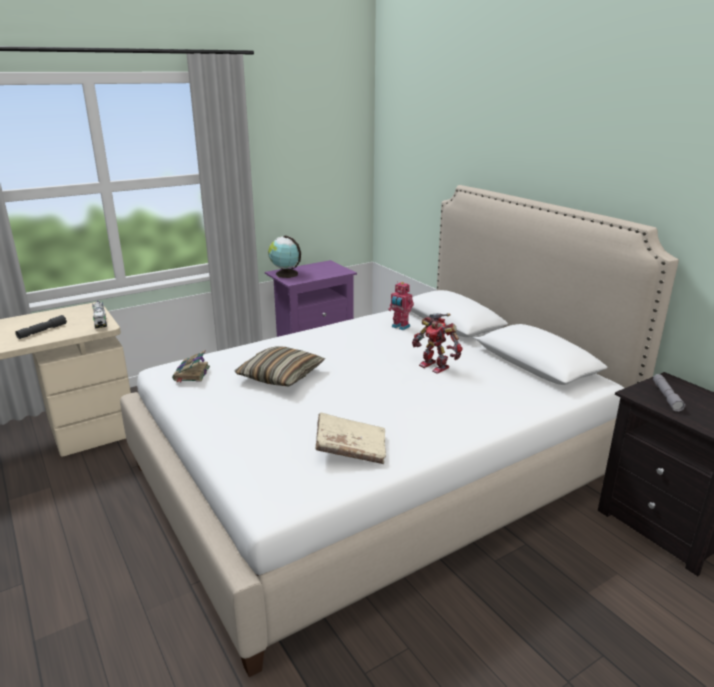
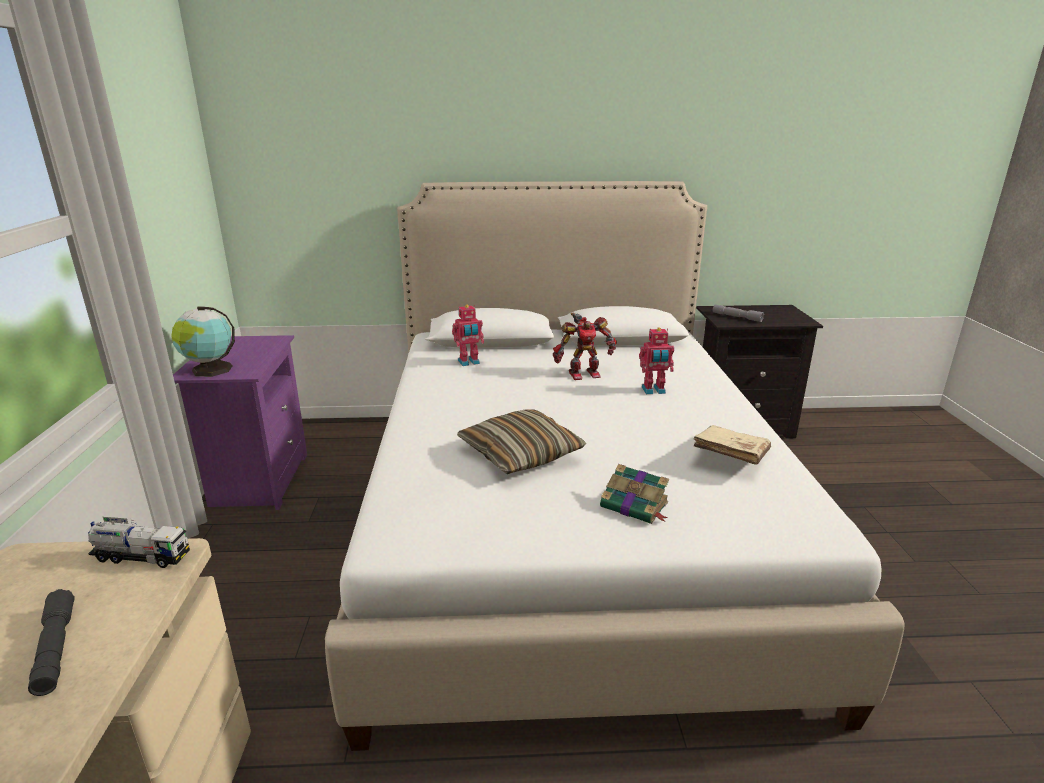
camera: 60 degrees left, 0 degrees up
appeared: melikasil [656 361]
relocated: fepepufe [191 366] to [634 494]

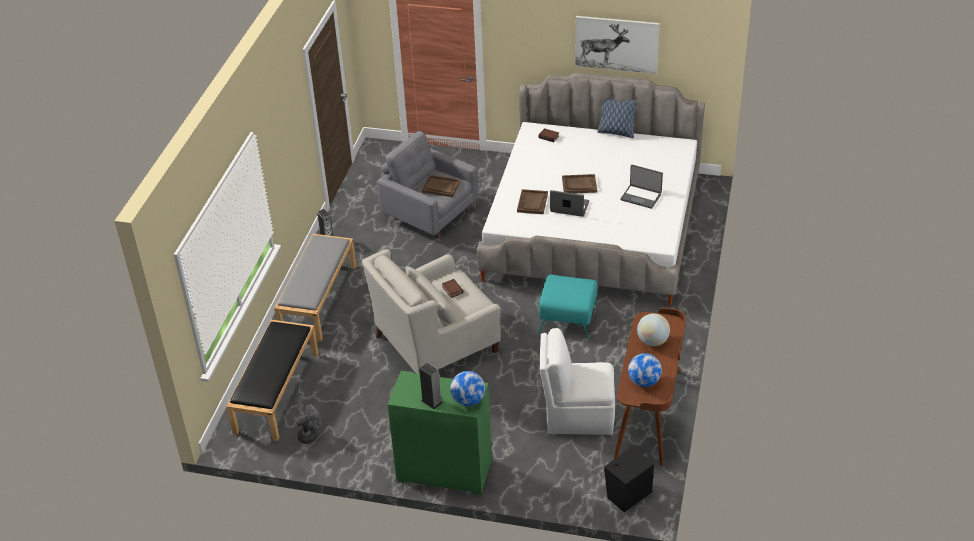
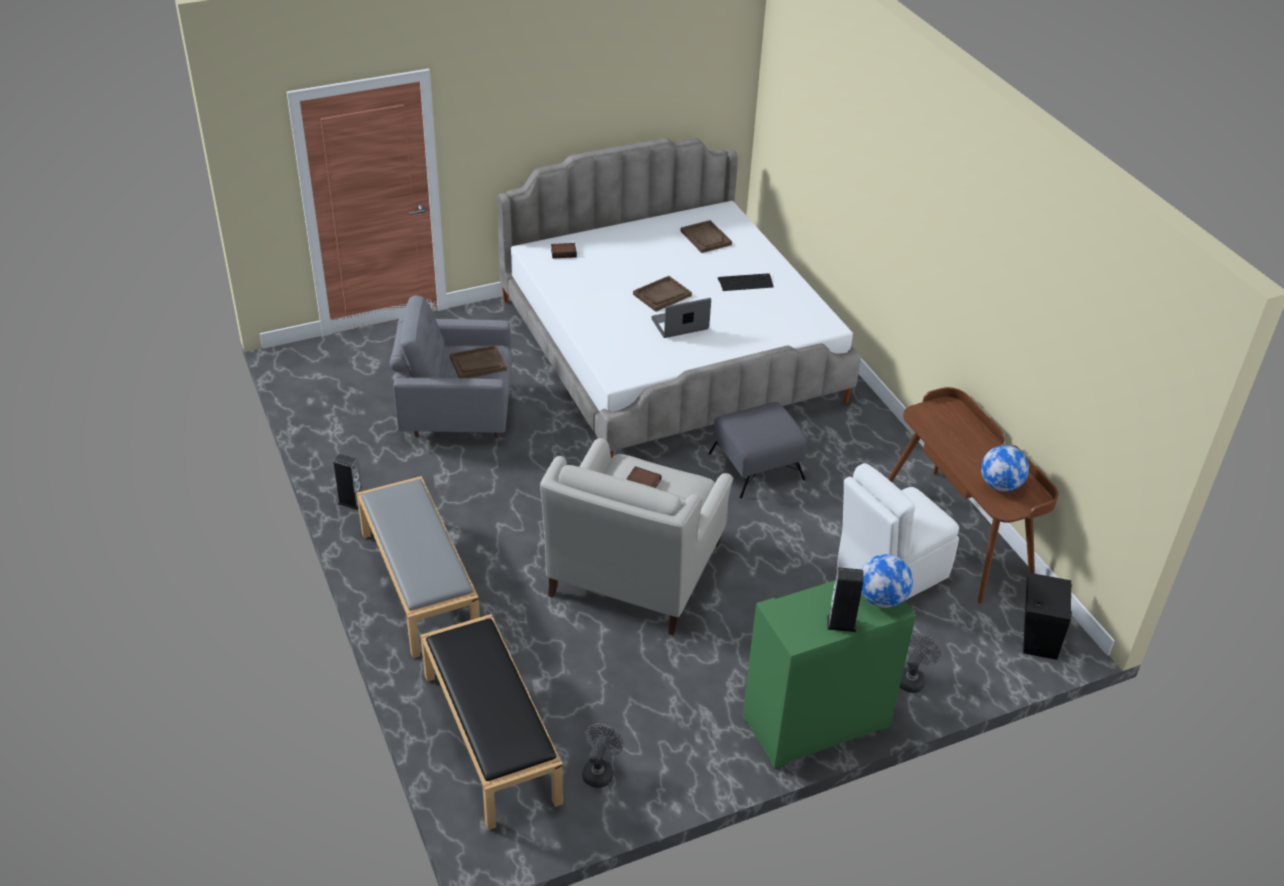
camera: 40 degrees left, 0 degrees up
missing: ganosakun [617 45]; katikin [617 118]; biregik [653 329]
appeared: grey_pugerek [920 663]
relocated: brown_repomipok [532 201] to [706 236]
exchanged: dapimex [641 187] to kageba [746 282]
colour: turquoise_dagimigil [568 307] to grey_dagimigil [757 450]

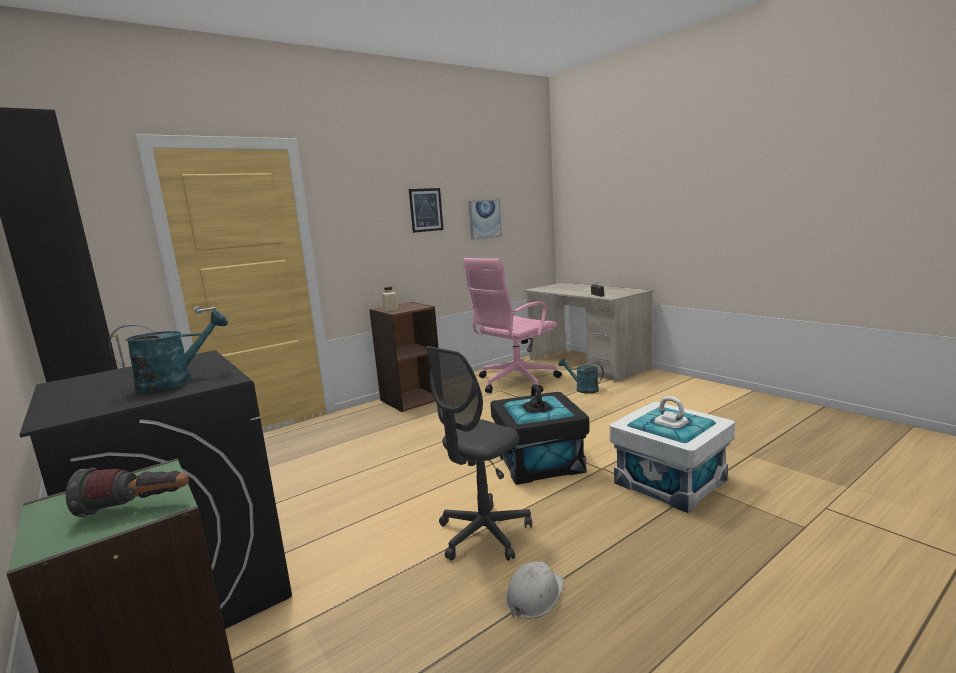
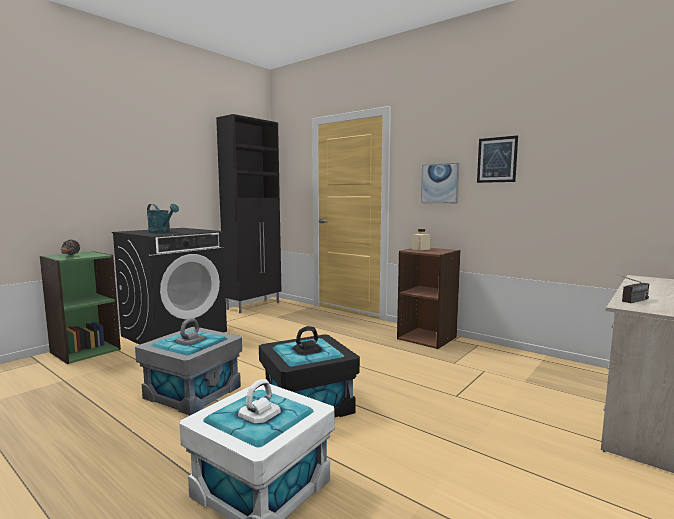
camera: 75 degrees right, 5 degrees down
missing: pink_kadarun [512 325]; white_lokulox [534 590]; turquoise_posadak [581 376]
relocated: ganosakun [485 219] to [440 183]
exchanged: grey_kadarun [478 453] to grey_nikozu [188 366]

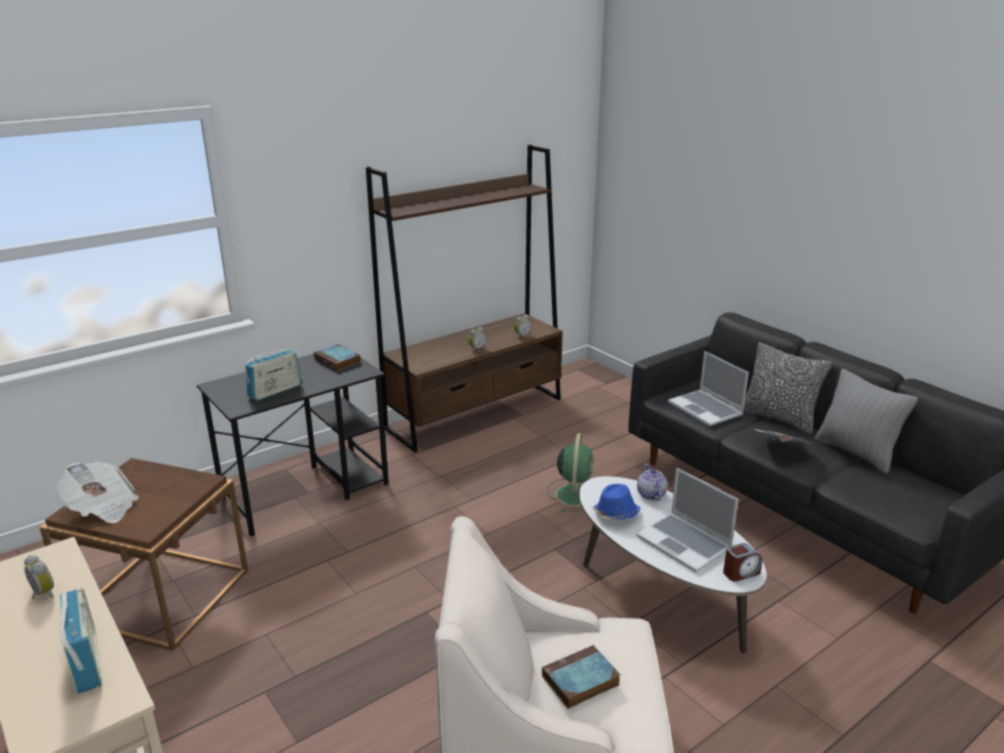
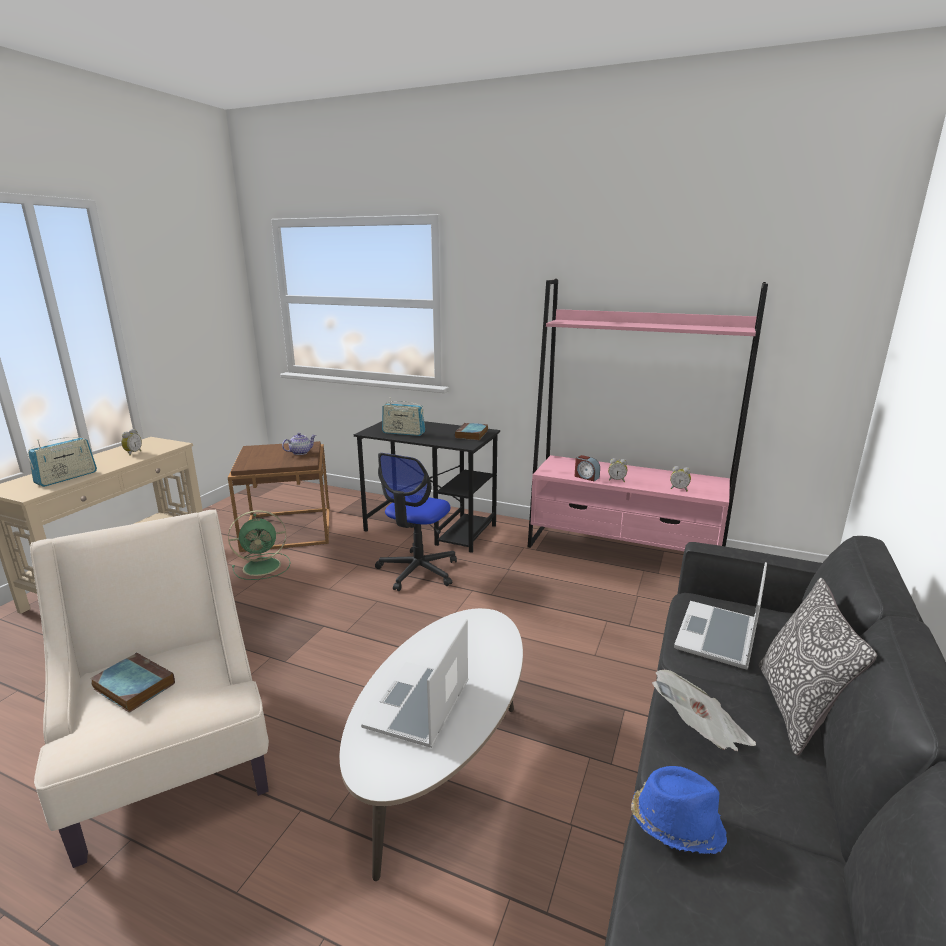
camera: 60 degrees right, 5 degrees down
missing: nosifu [97 492]; grey_katikin [866 421]
appeared: kadarun [416 522]
relocated: green_pugerek [570 472] to [259 545]; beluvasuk [652 482] to [299 444]; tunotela [742 562] to [587 468]; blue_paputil [616 502] to [679 810]
colour: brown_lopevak [464 298] to pink_lopevak [648 415]

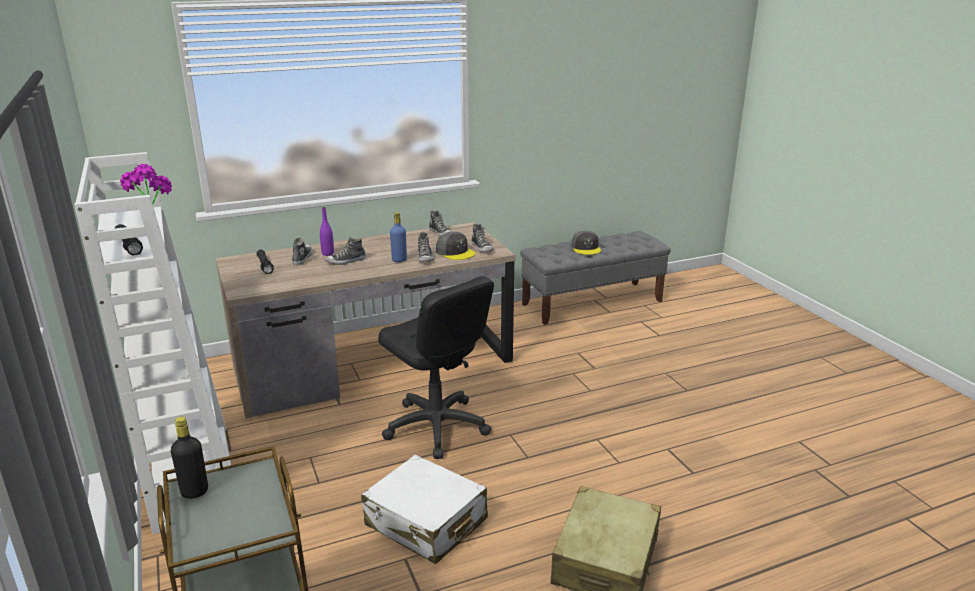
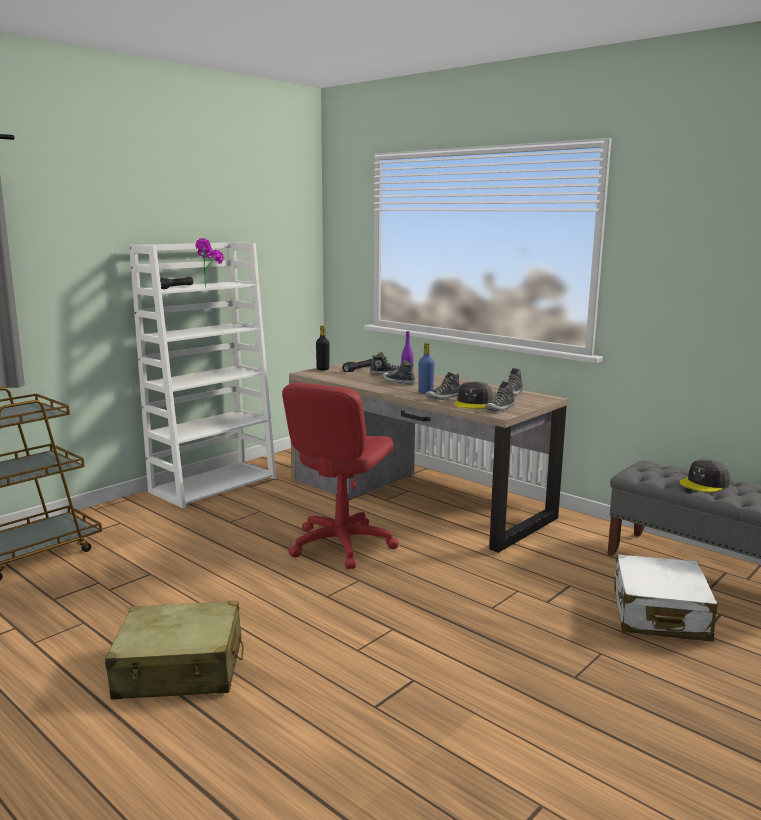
camera: 65 degrees right, 10 degrees down
relocated: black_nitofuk [189 458] to [322 348]; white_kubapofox [424 509] to [665 597]
colour: black_kadarun [436 367] to red_kadarun [340 475]

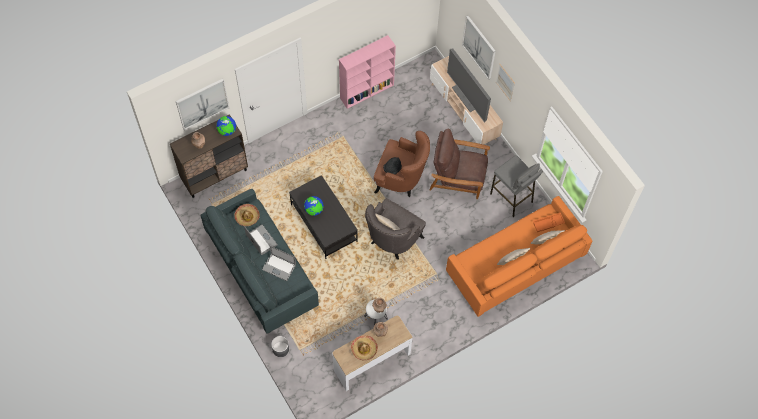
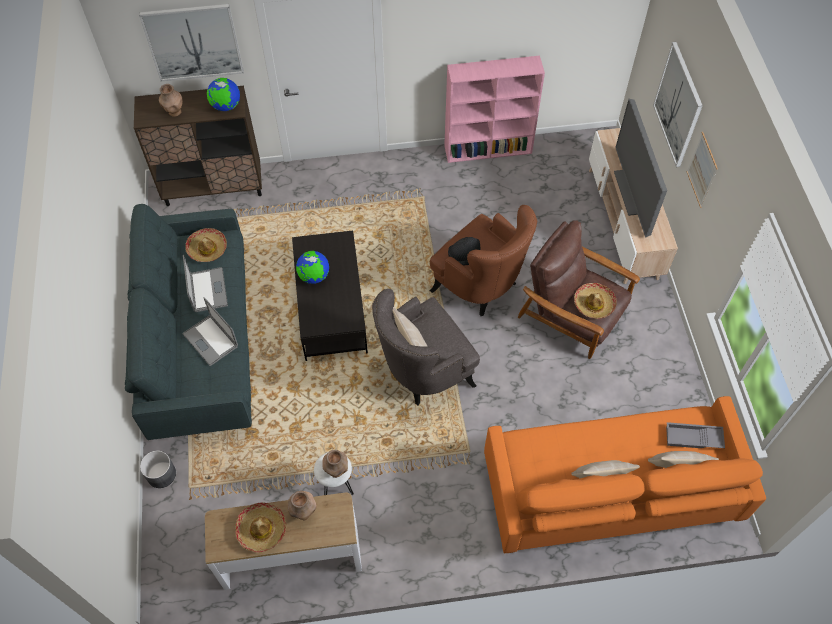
camera: 25 degrees right, 5 degrees down
missing: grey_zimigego [516 186]
appeared: paputil [595 301]
colour: orange_repomipok [549 222] to grey_repomipok [695 435]

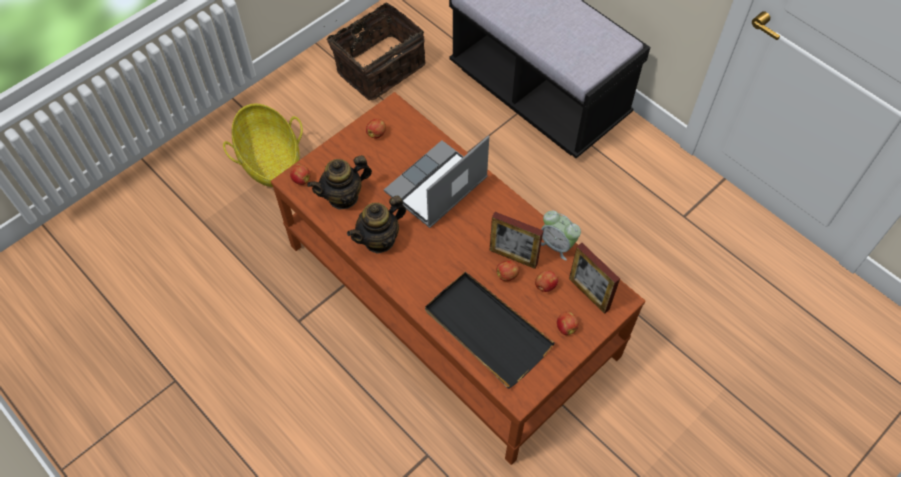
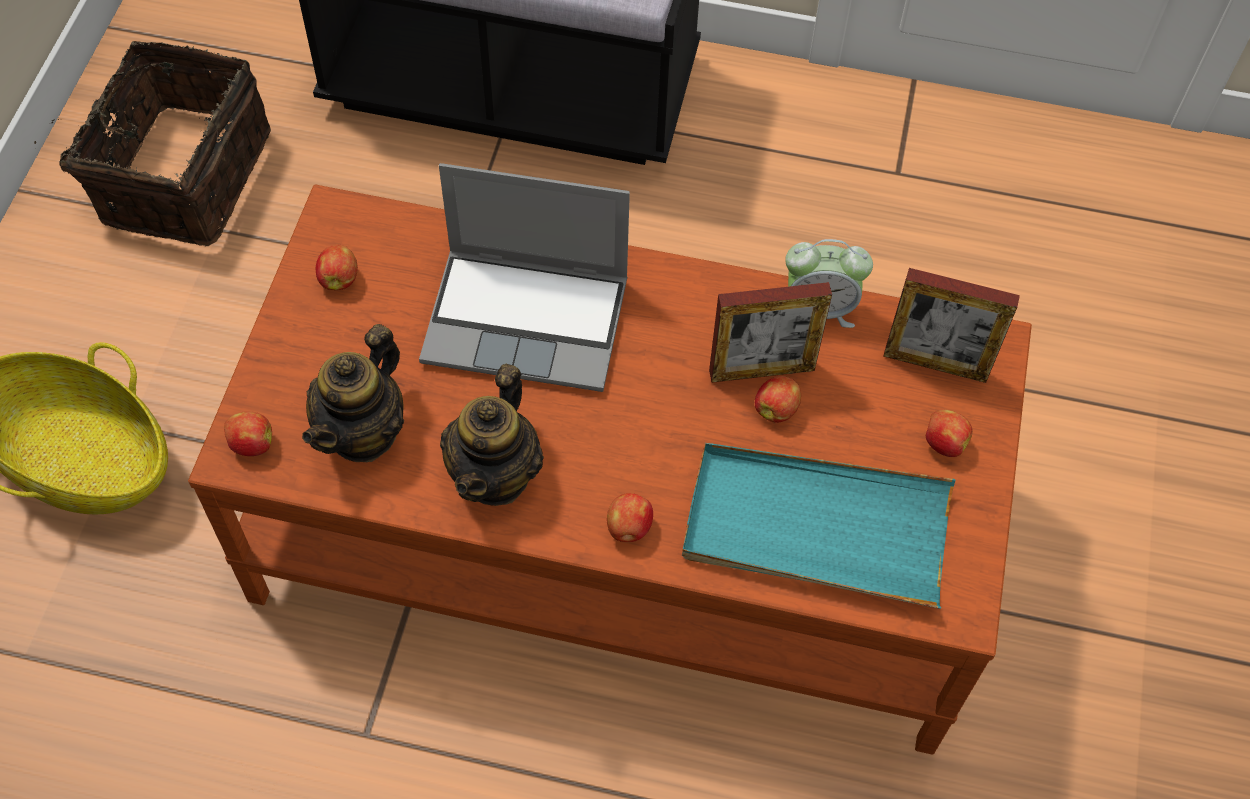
camera: 35 degrees left, 0 degrees up
relocated: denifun [546 281] to [630 517]
colour: black_repomipok [490 330] to turquoise_repomipok [819 526]
spun: dapimex [436 181] = [524 277] 90 degrees counterclockwise

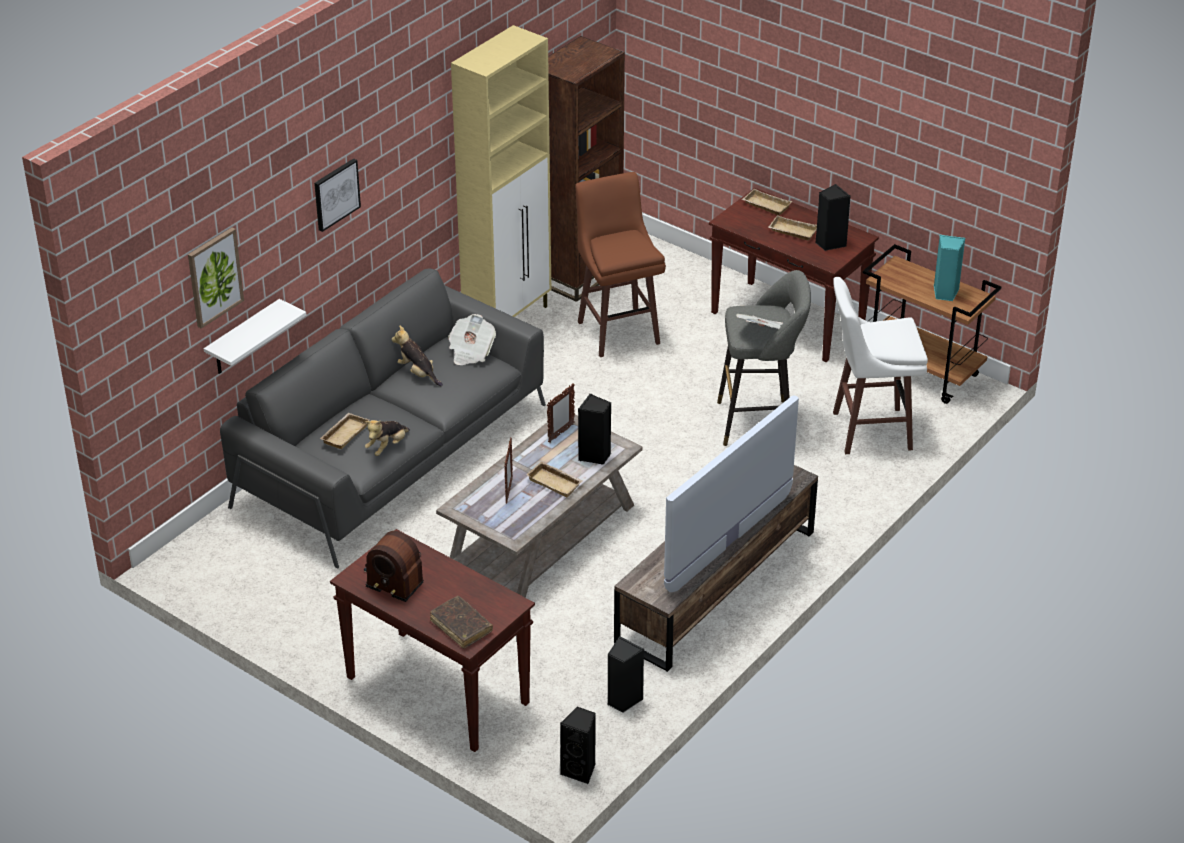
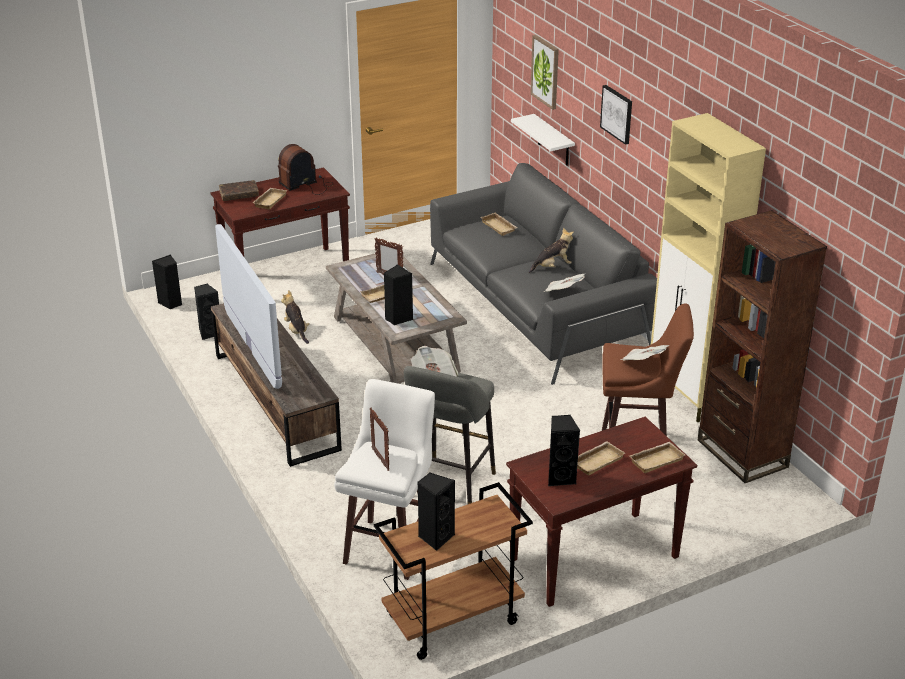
camera: 115 degrees right, 5 degrees down
appeared: beige_repomipok [270 198]; nosifu [645 352]
relocated: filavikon [387 438] to [295 317]; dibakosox [561 413] to [379 439]
colour: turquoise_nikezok [950 268] to black_nikezok [436 511]

